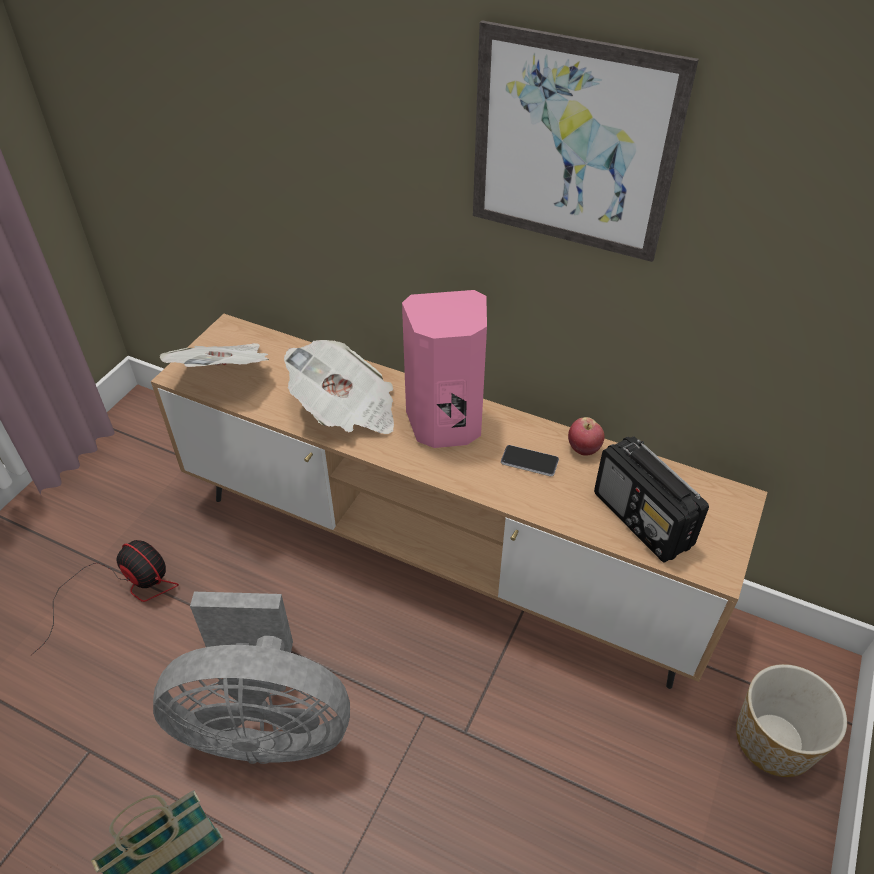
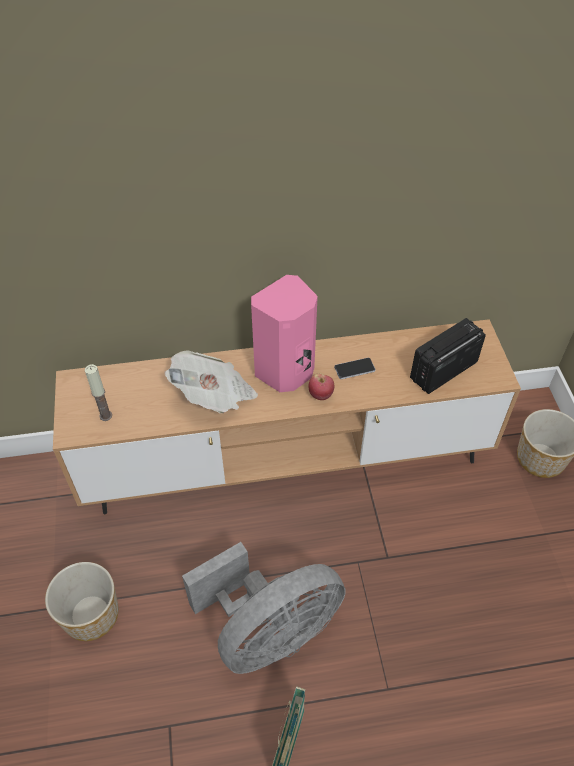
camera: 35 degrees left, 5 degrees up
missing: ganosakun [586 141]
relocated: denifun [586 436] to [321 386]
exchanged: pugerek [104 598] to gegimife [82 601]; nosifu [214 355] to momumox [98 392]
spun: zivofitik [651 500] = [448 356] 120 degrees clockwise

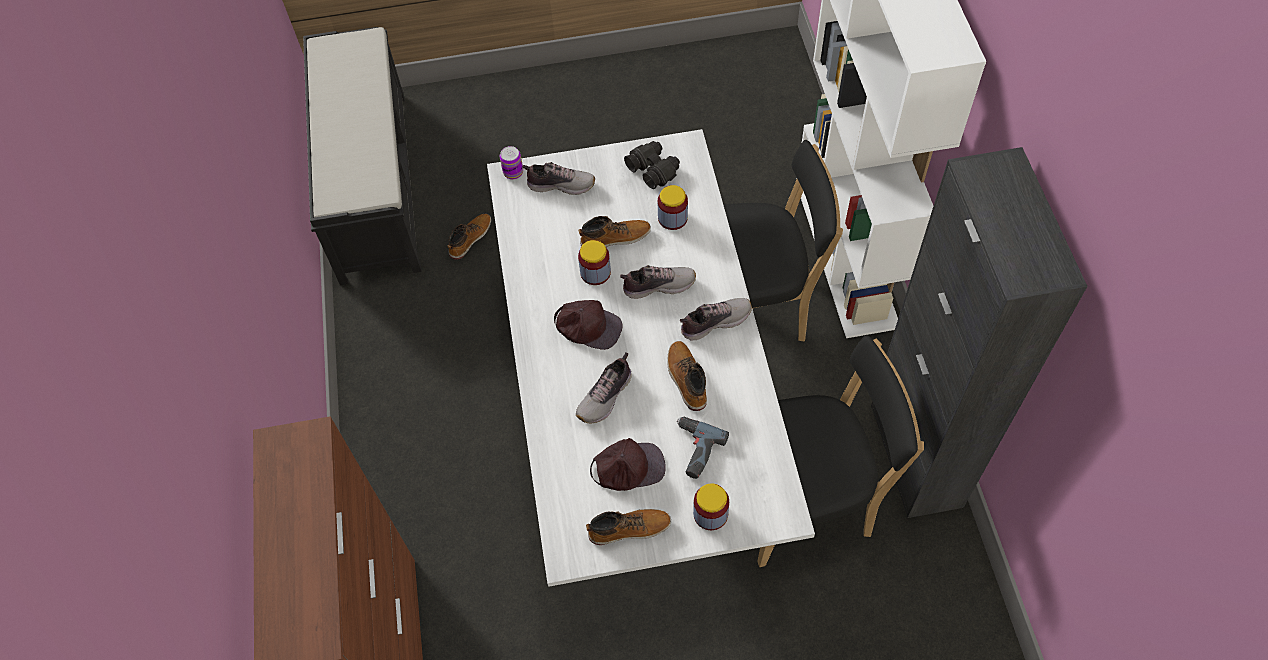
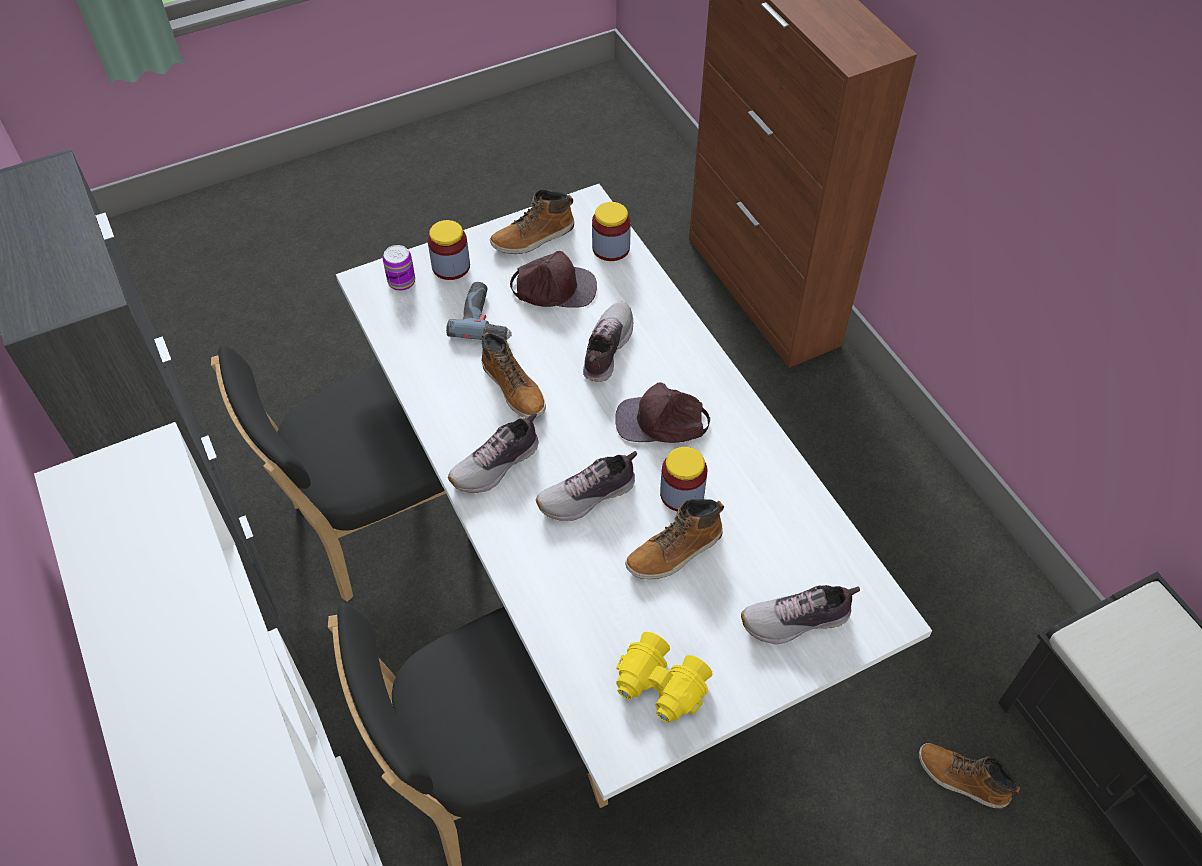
camera: 160 degrees right, 5 degrees down
relocated: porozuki [511 163] to [399 268]; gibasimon [673 207] to [611 231]
colour: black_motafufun [652 165] to yellow_motafufun [664 677]
spun: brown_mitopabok [628 464] = [553 279] 150 degrees counterclockwise; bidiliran [469 237] = [969 776] 105 degrees clockwise

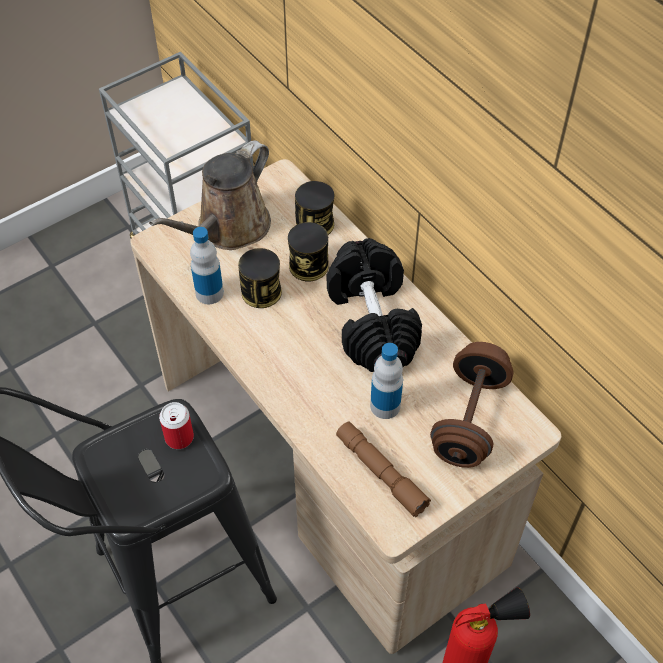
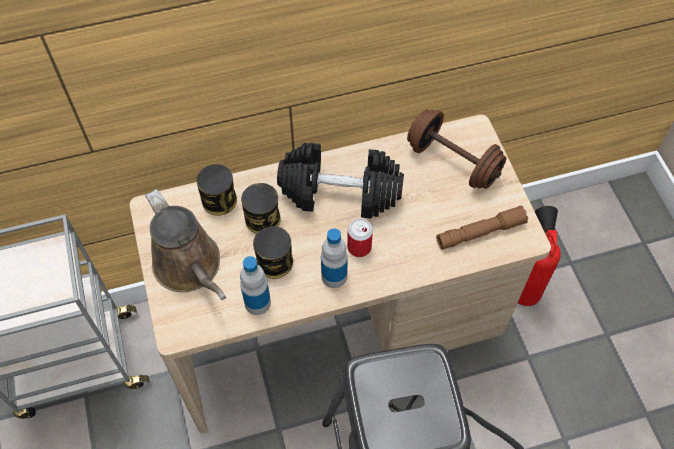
camera: 70 degrees left, 5 degrees up
relocated: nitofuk [386 381] to [334 258]; porozuki [176 425] to [360 237]

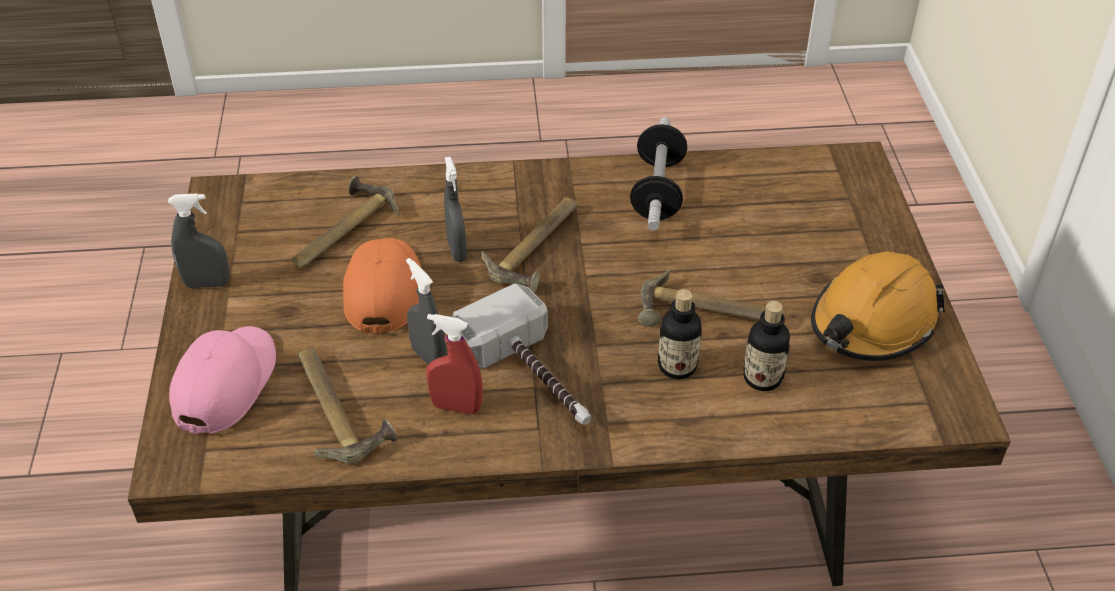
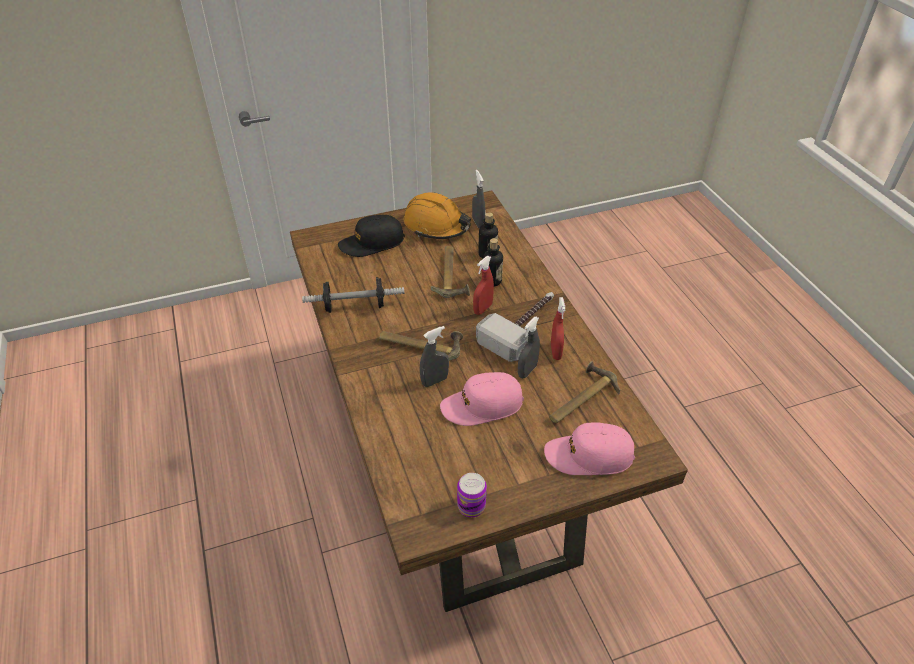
camera: 105 degrees left, 0 degrees up
missing: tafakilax [345 222]
appeared: black_mitopabok [371 236]; porozuki [472 495]; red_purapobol [483 285]
relocated: grey_purapobol [199 240] to [479 199]
colour: orange_mitopabok [382 286] to pink_mitopabok [482 399]

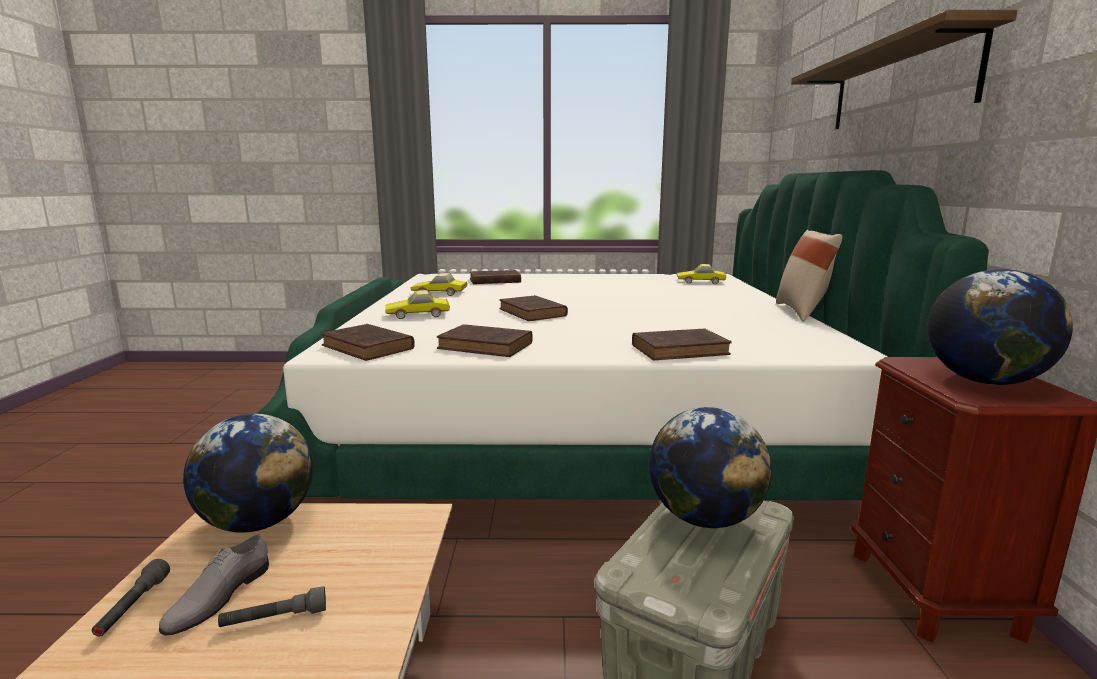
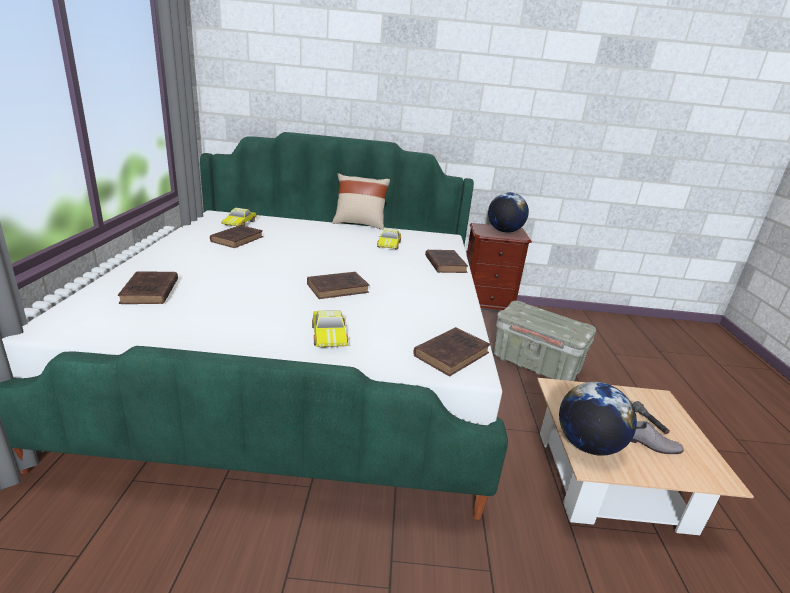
camera: 90 degrees left, 10 degrees up
missing: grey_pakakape [131 597]; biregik [710 467]; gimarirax [904 69]
relocated: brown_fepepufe [484 340] to [236 236]; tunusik [439 284] to [389 239]

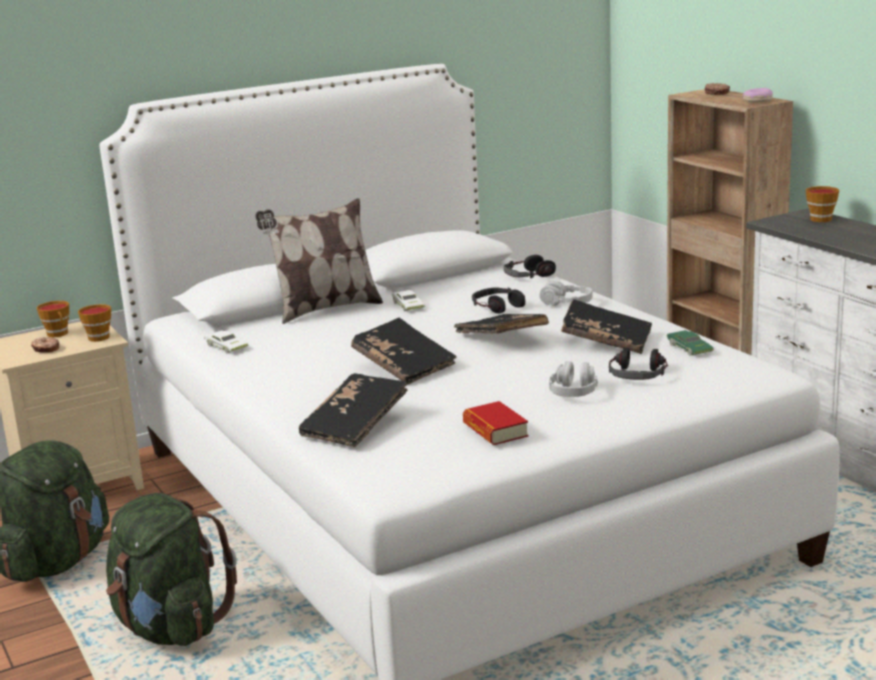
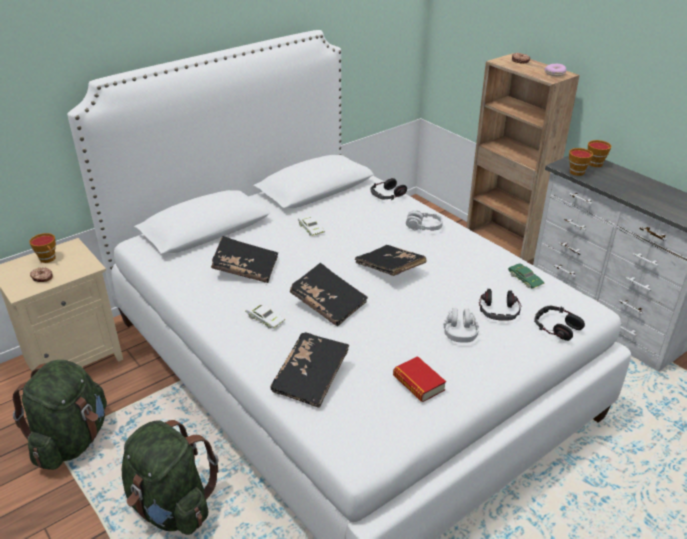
camera: 10 degrees left, 15 degrees up
missing: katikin [319 261]
relocated: black_fepepufe [606 326] to [244 259]; white_tunusik [226 341] to [265 315]; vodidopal [498 301] to [559 323]; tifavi [94 323] to [581 162]

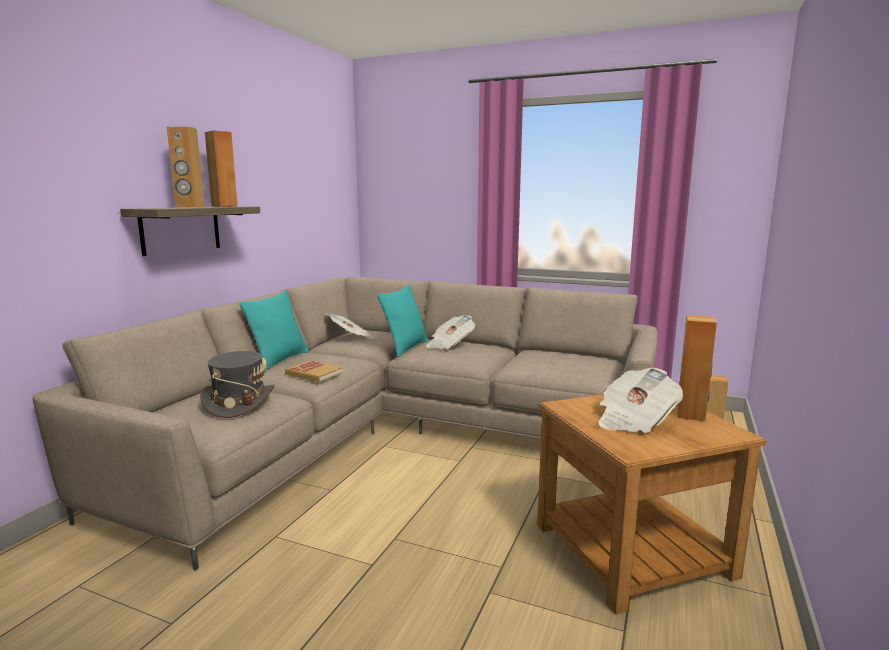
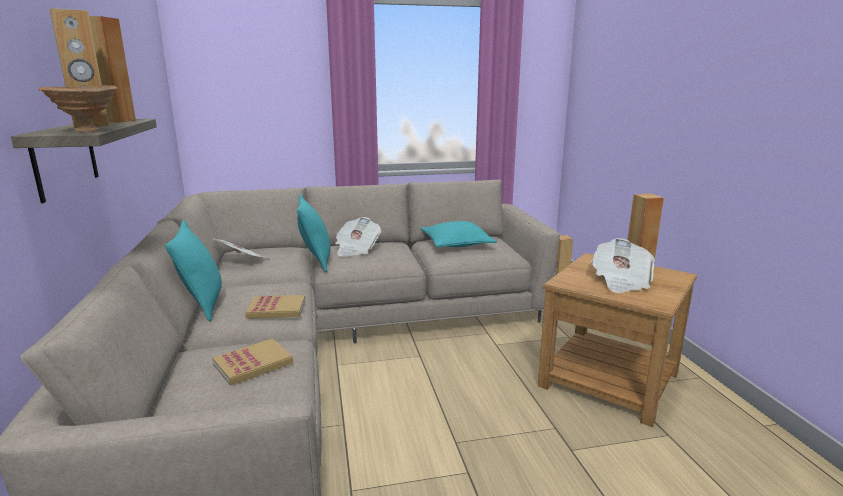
camera: 35 degrees left, 5 degrees up
appeared: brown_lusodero [78 108]; turquoise_katikin [458 234]
exchanged: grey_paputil [237 384] to fepepufe [253 362]

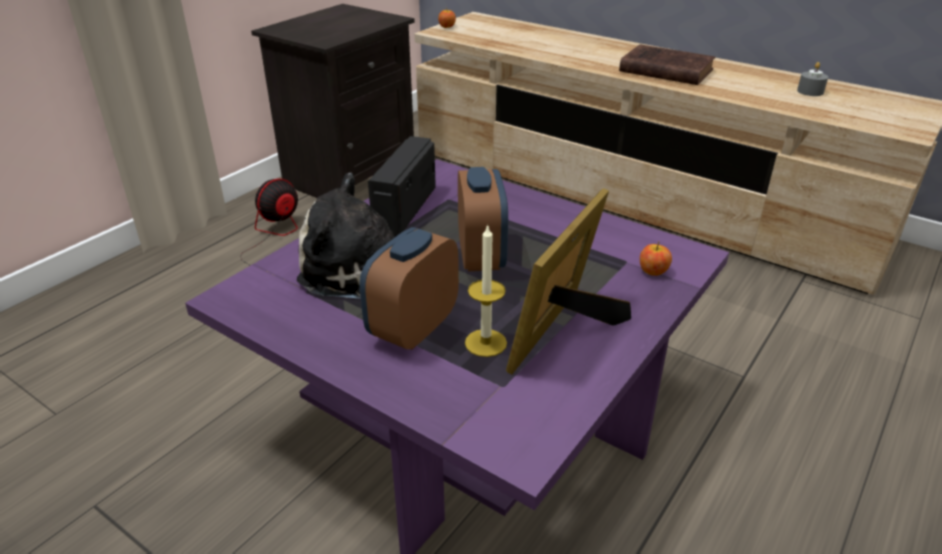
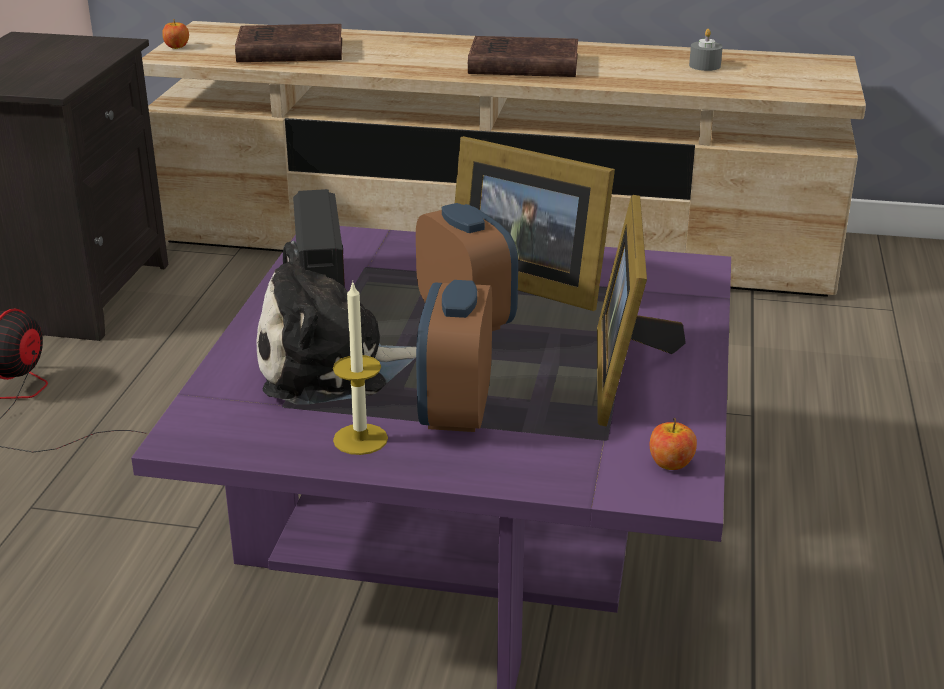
camera: 25 degrees left, 5 degrees down
appeared: brown_fepepufe [288 43]; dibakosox [535 223]
relocated: momumox [486 291] to [360 367]; denifun [656 258] to [673 444]

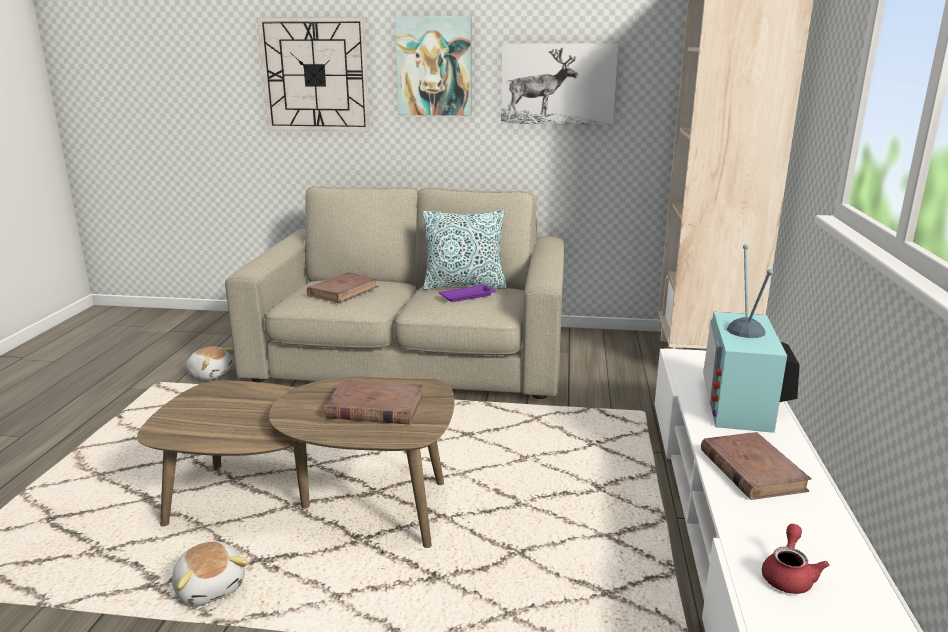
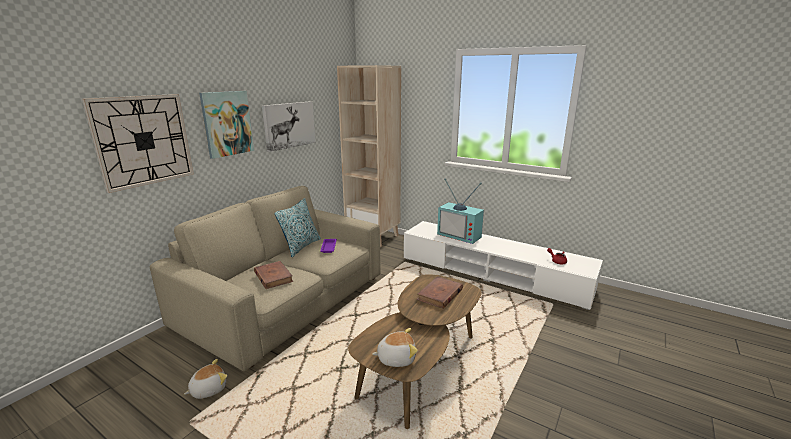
camera: 65 degrees left, 0 degrees up
missing: brown_fepepufe [756 466]
relocated: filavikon [210 573] to [395 347]

